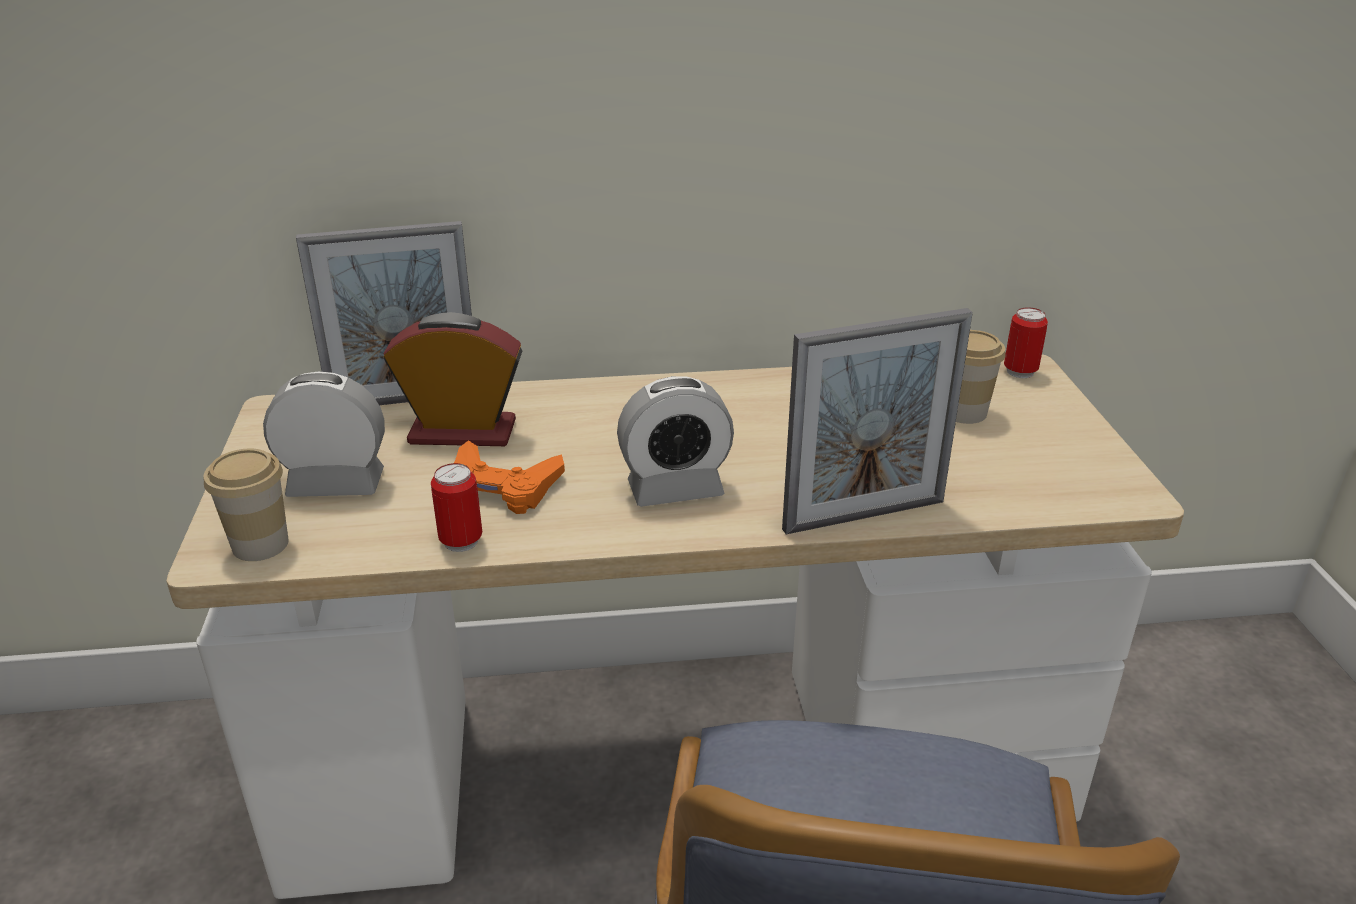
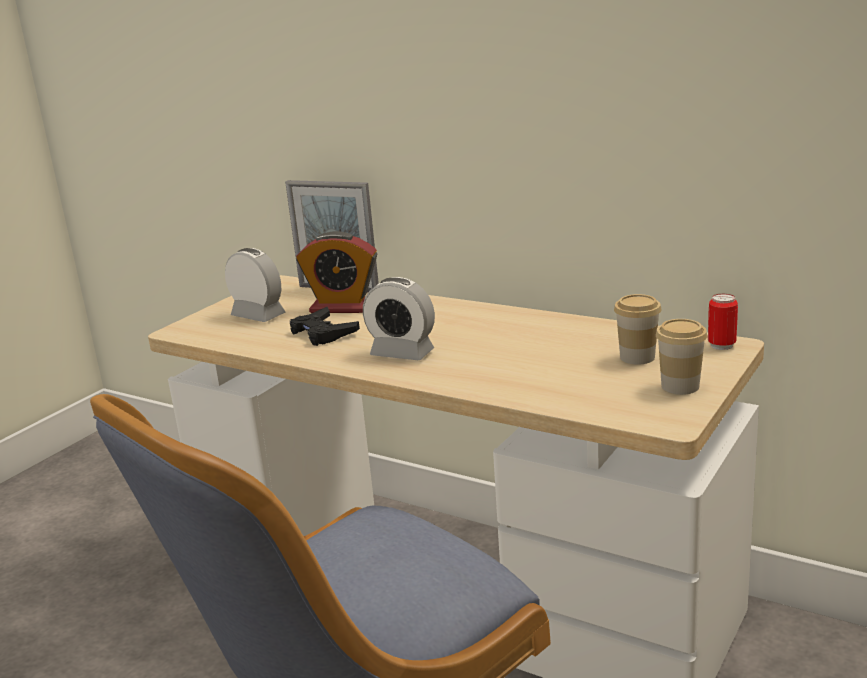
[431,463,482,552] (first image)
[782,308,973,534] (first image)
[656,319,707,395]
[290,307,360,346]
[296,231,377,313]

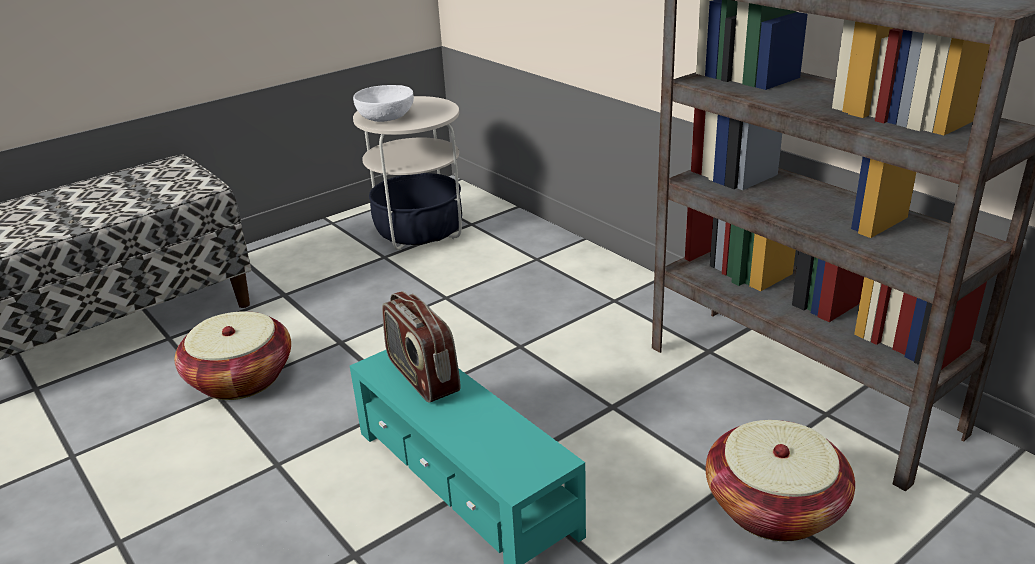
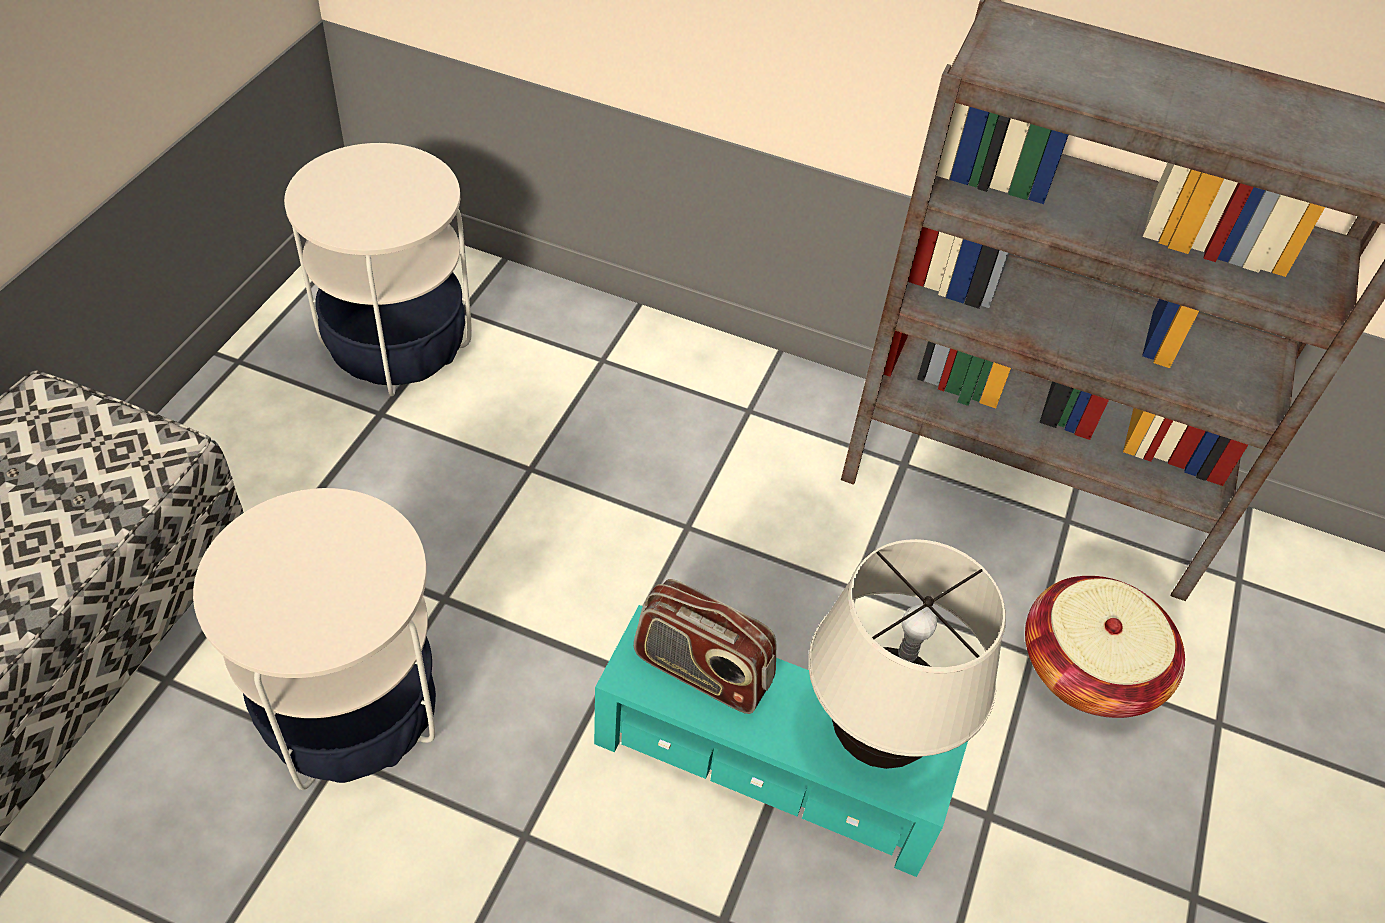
[353,85,414,122] (first image)
[808,539,1006,769]
[193,488,436,790]

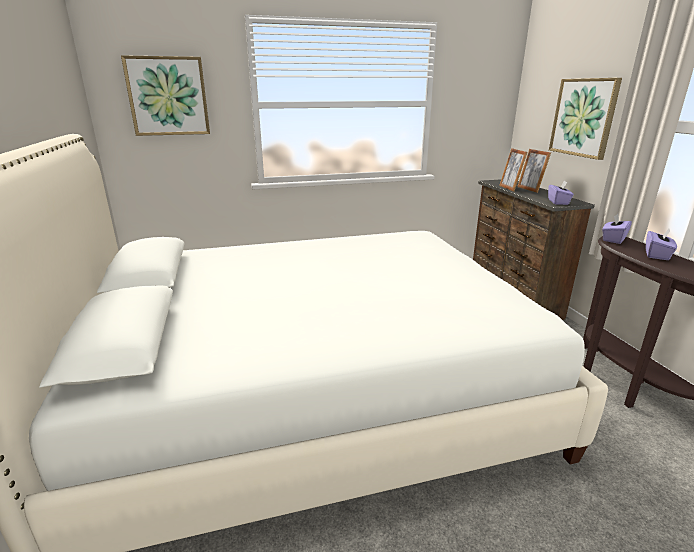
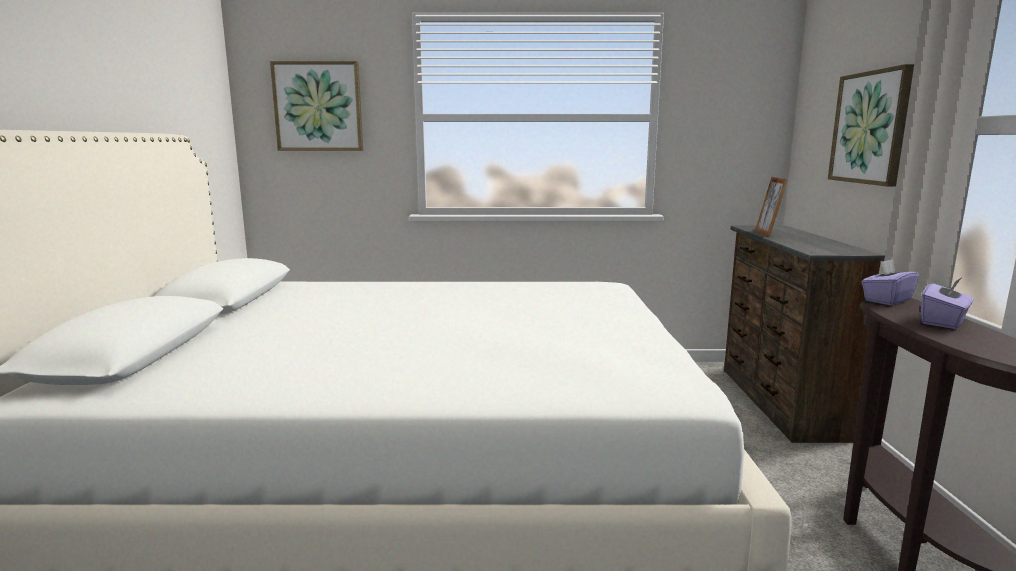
[517,149,551,193] (first image)
[548,180,574,205] (first image)

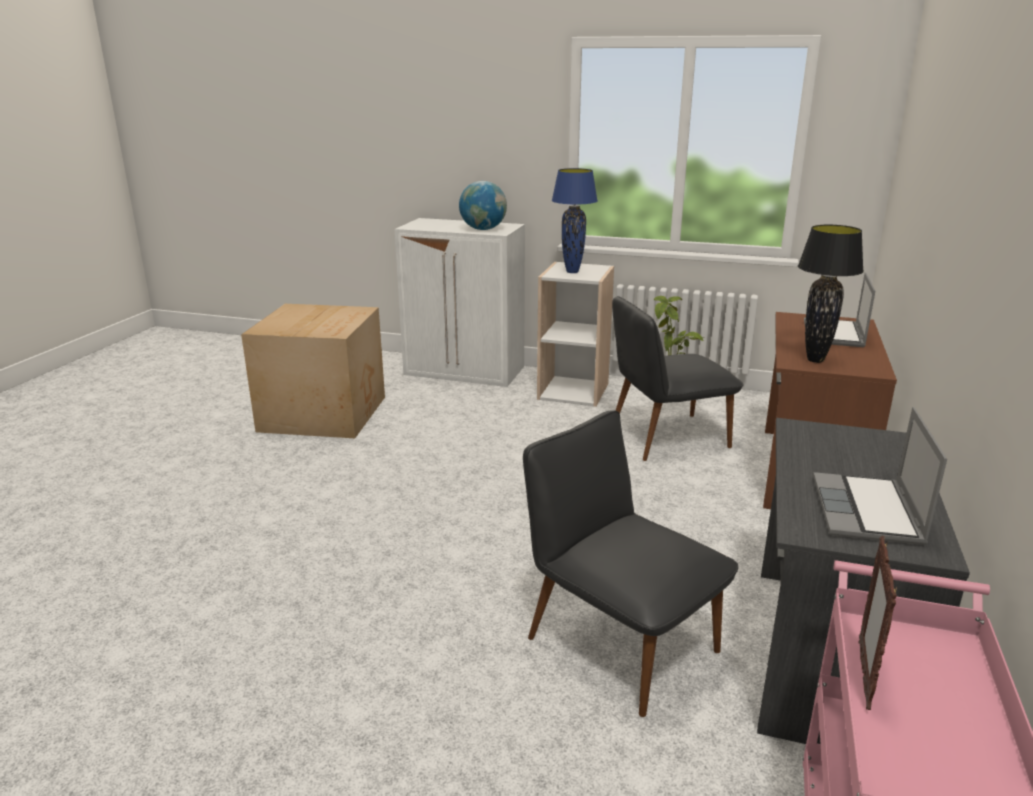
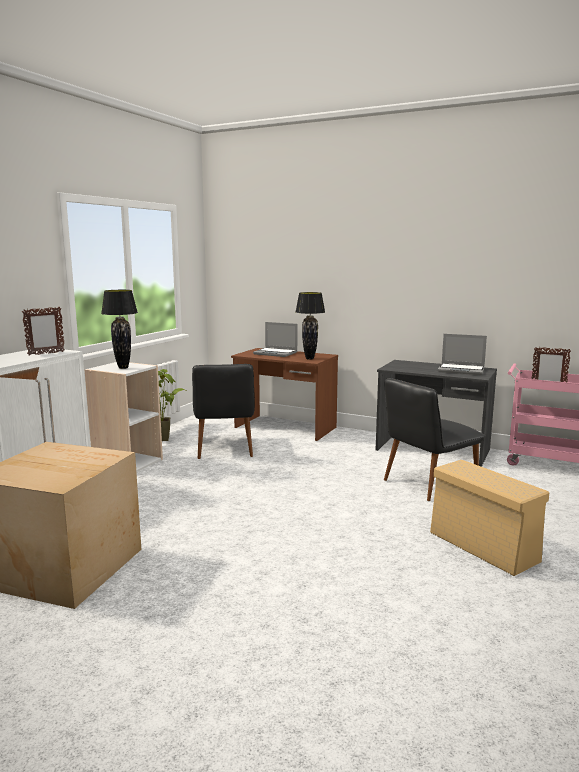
[430,460,549,576]
[22,307,65,356]
[101,290,138,369]

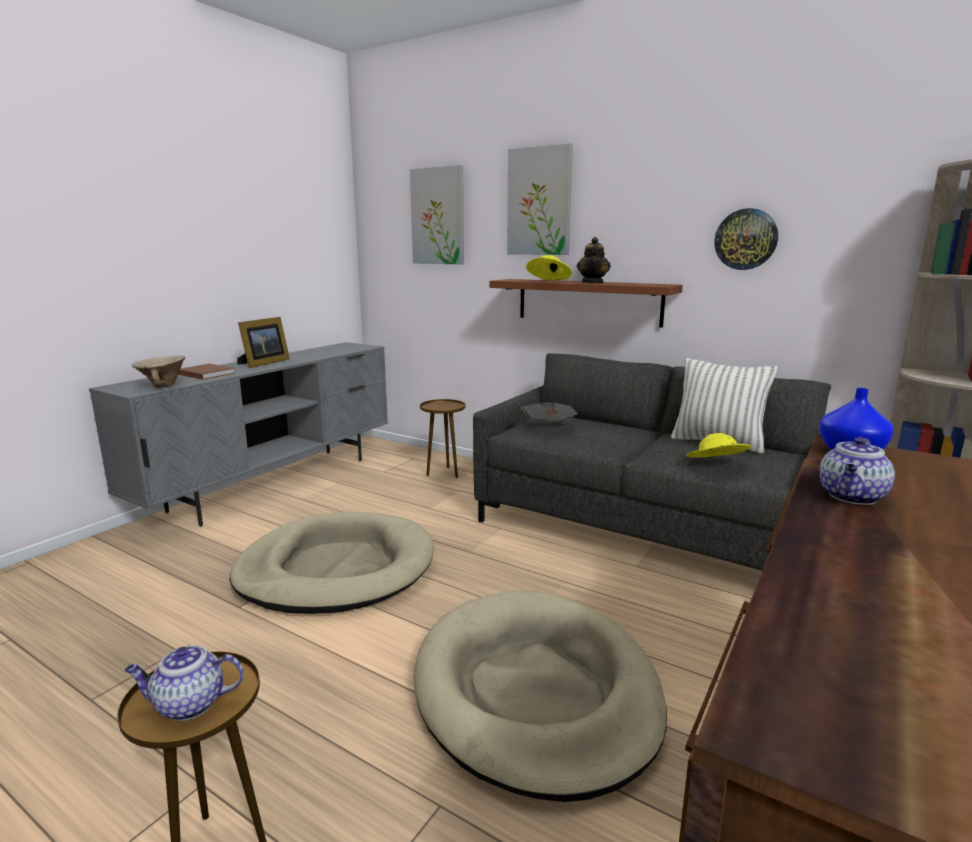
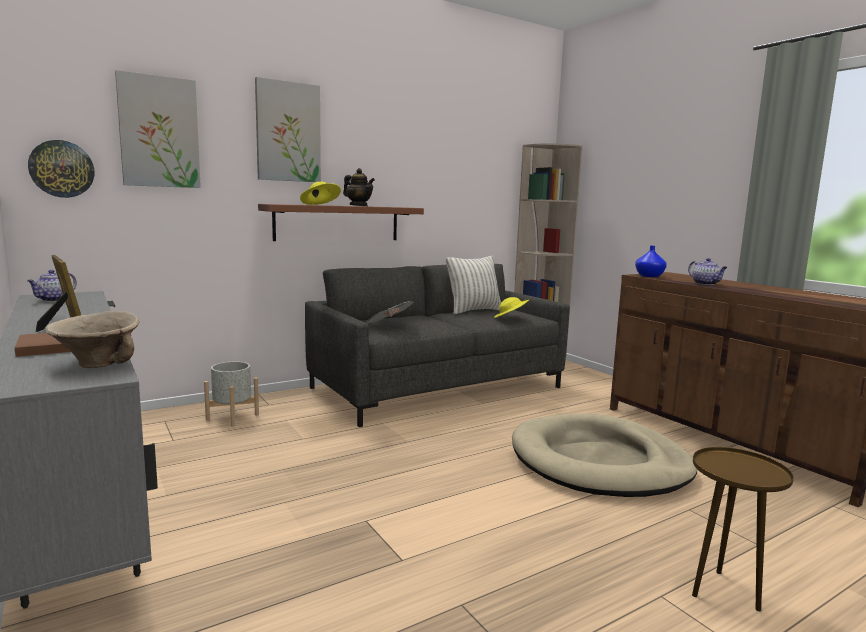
[230,512,434,614] (first image)
[27,270,77,302]
[28,140,95,198]
[204,361,259,427]

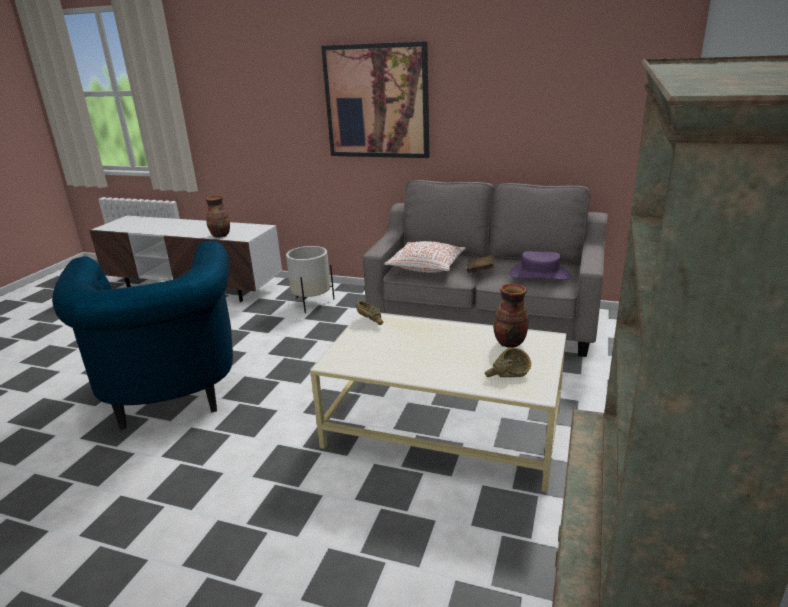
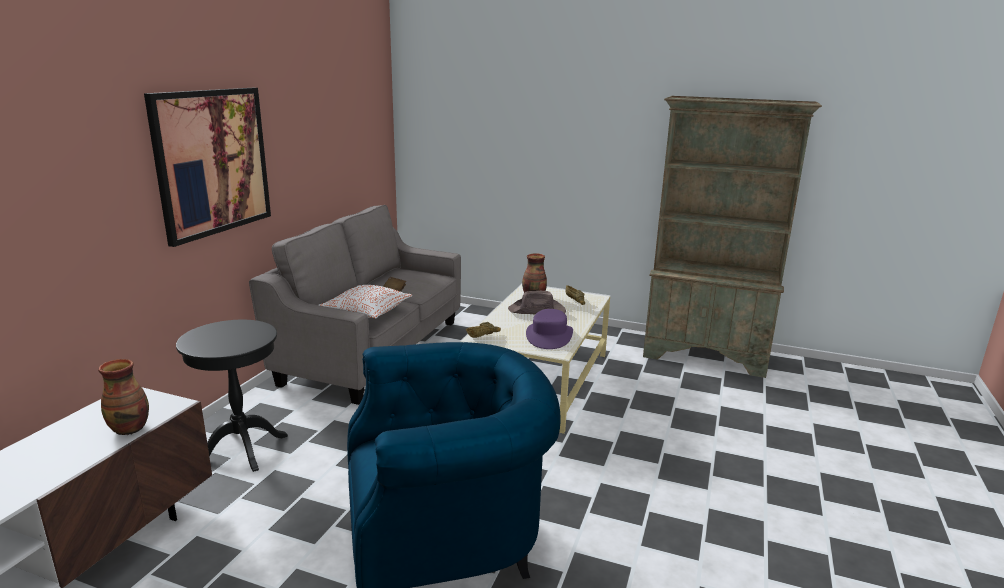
[508,291,566,314]
[526,309,573,349]
[176,320,288,472]

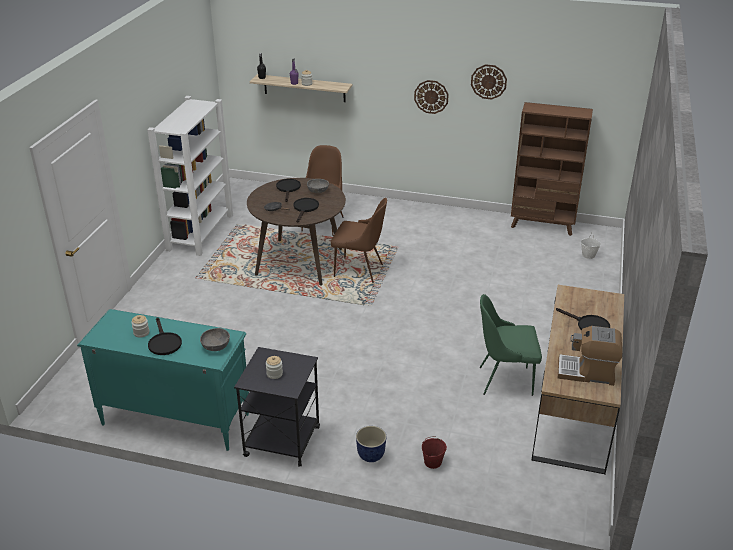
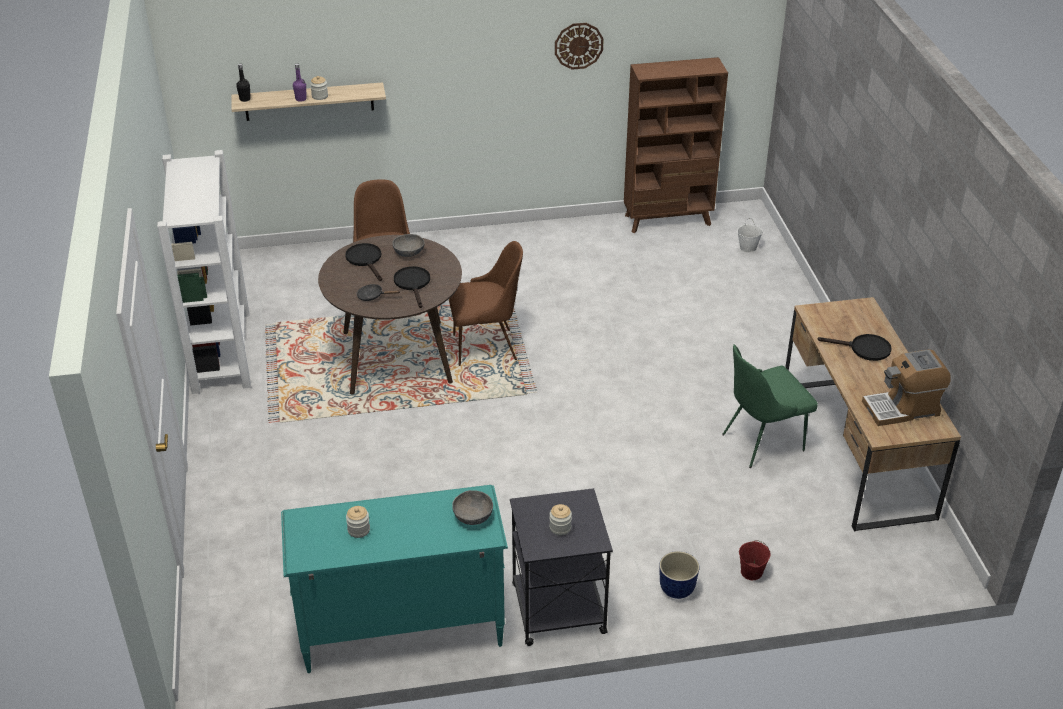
[148,317,182,355] (first image)
[414,80,449,114] (first image)

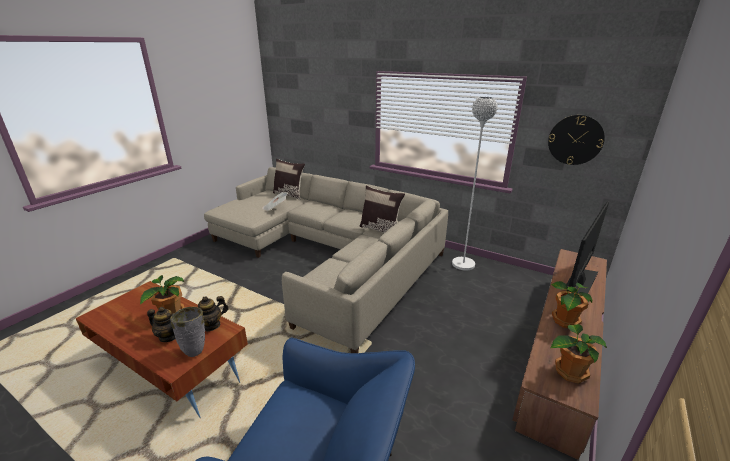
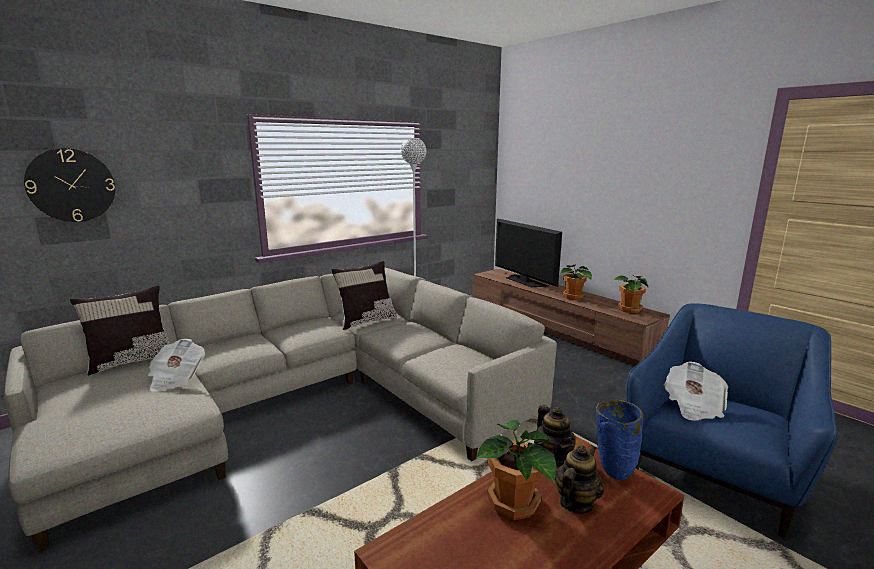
[664,362,728,420]
[24,148,115,222]
[596,400,643,480]

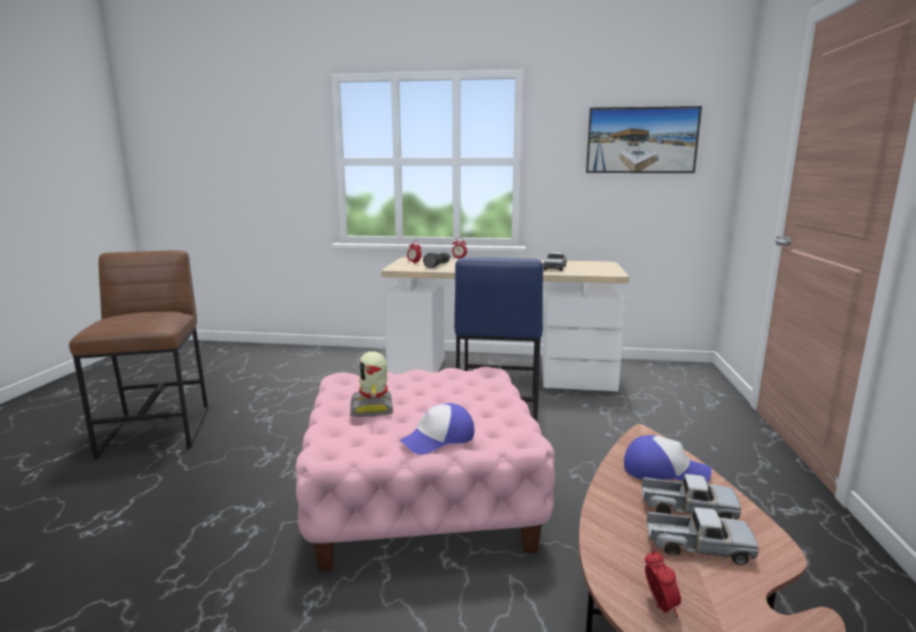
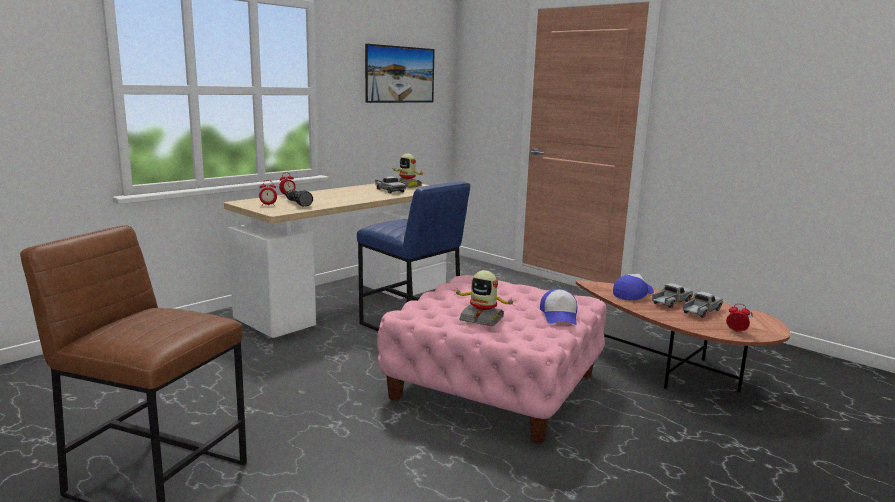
[393,154,424,188]

